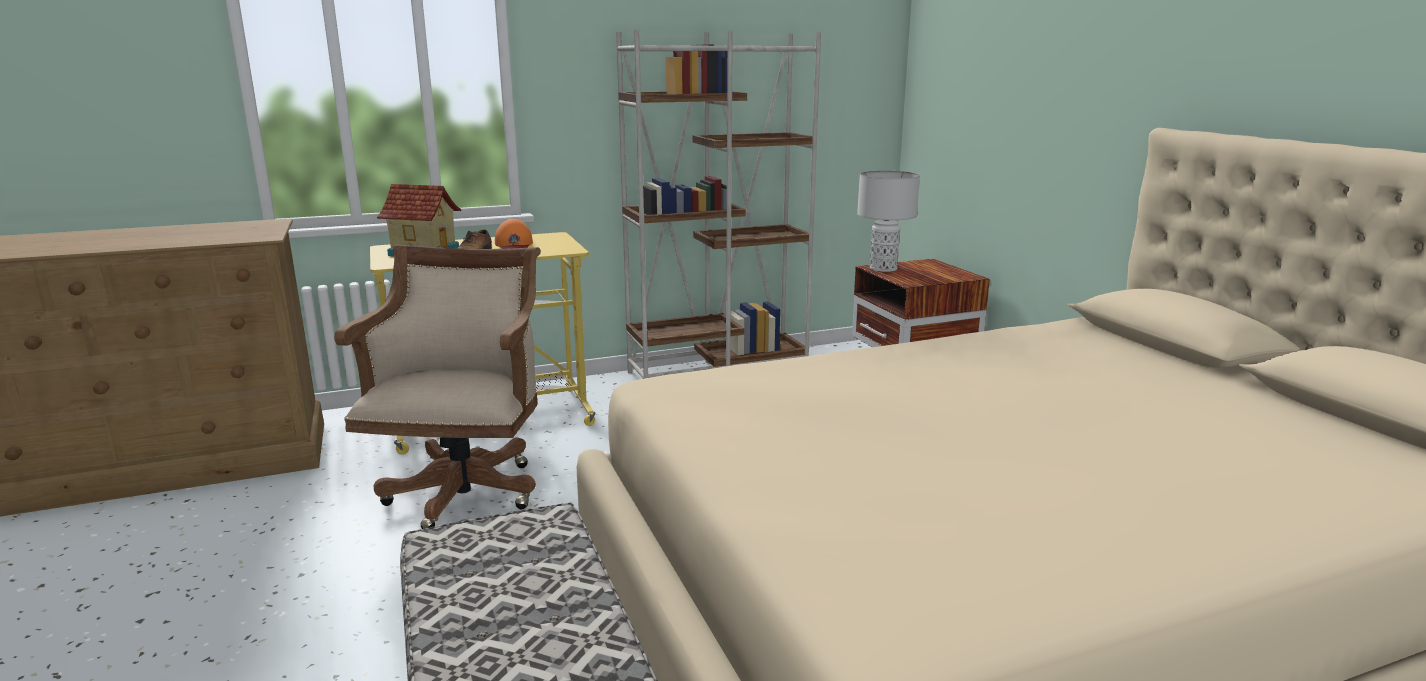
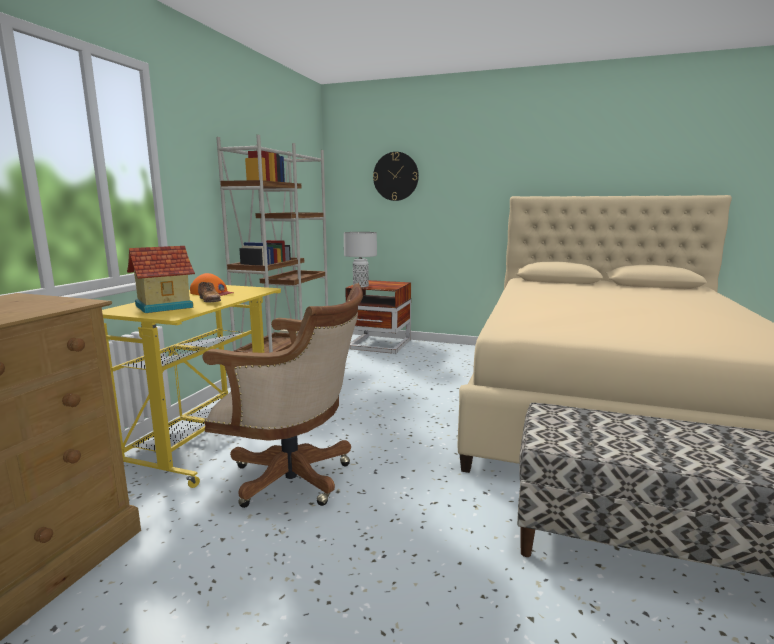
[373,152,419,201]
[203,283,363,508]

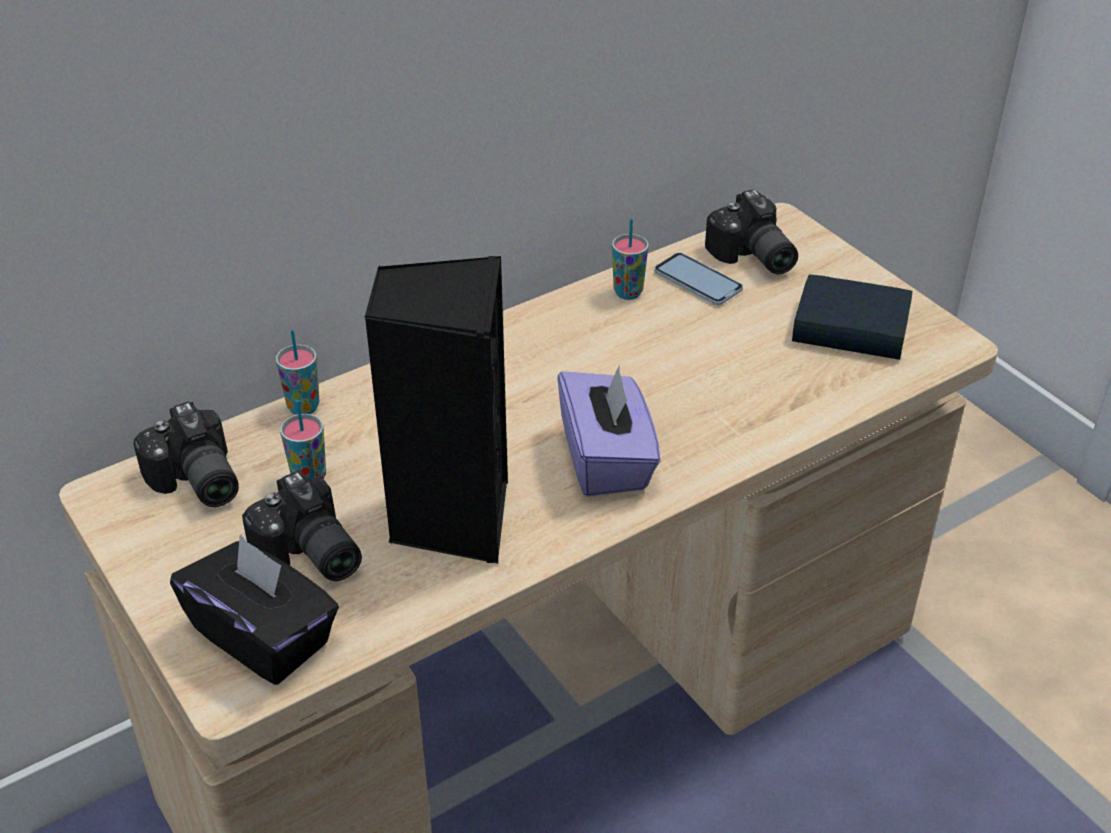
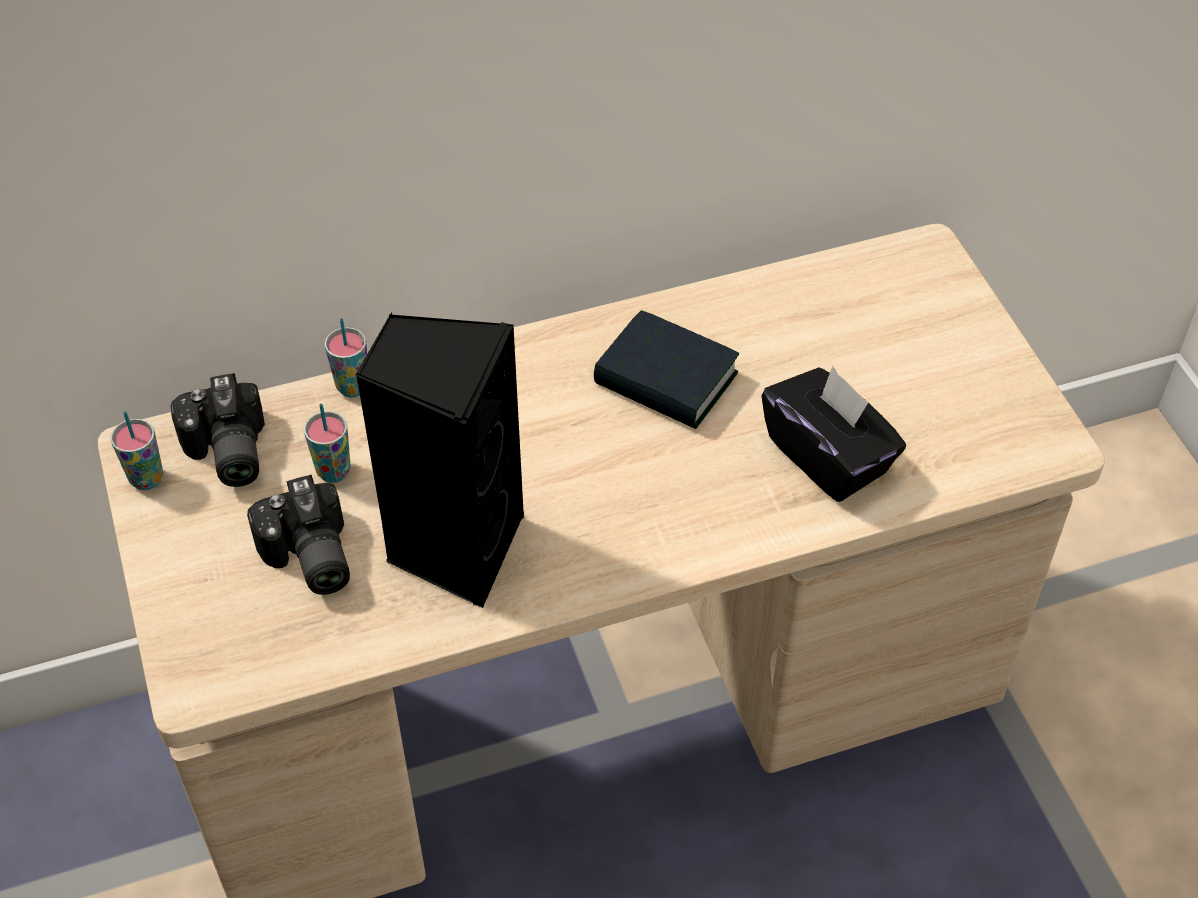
[557,364,660,497] (first image)
[654,253,743,305] (first image)
[705,189,798,274] (first image)
[761,366,906,502]
[111,411,163,490]
[594,310,739,429]

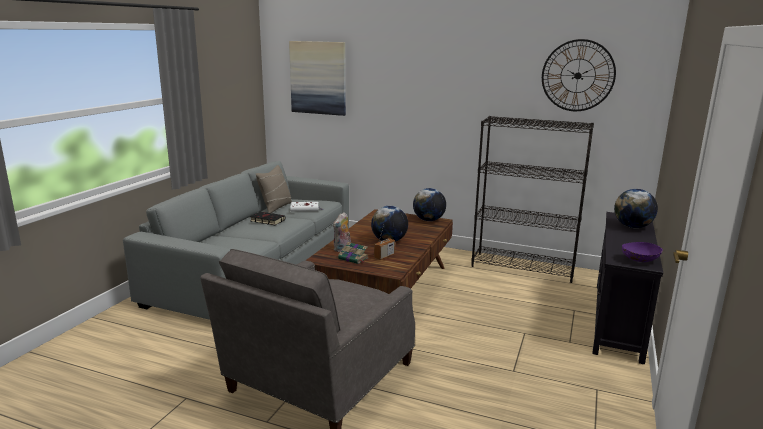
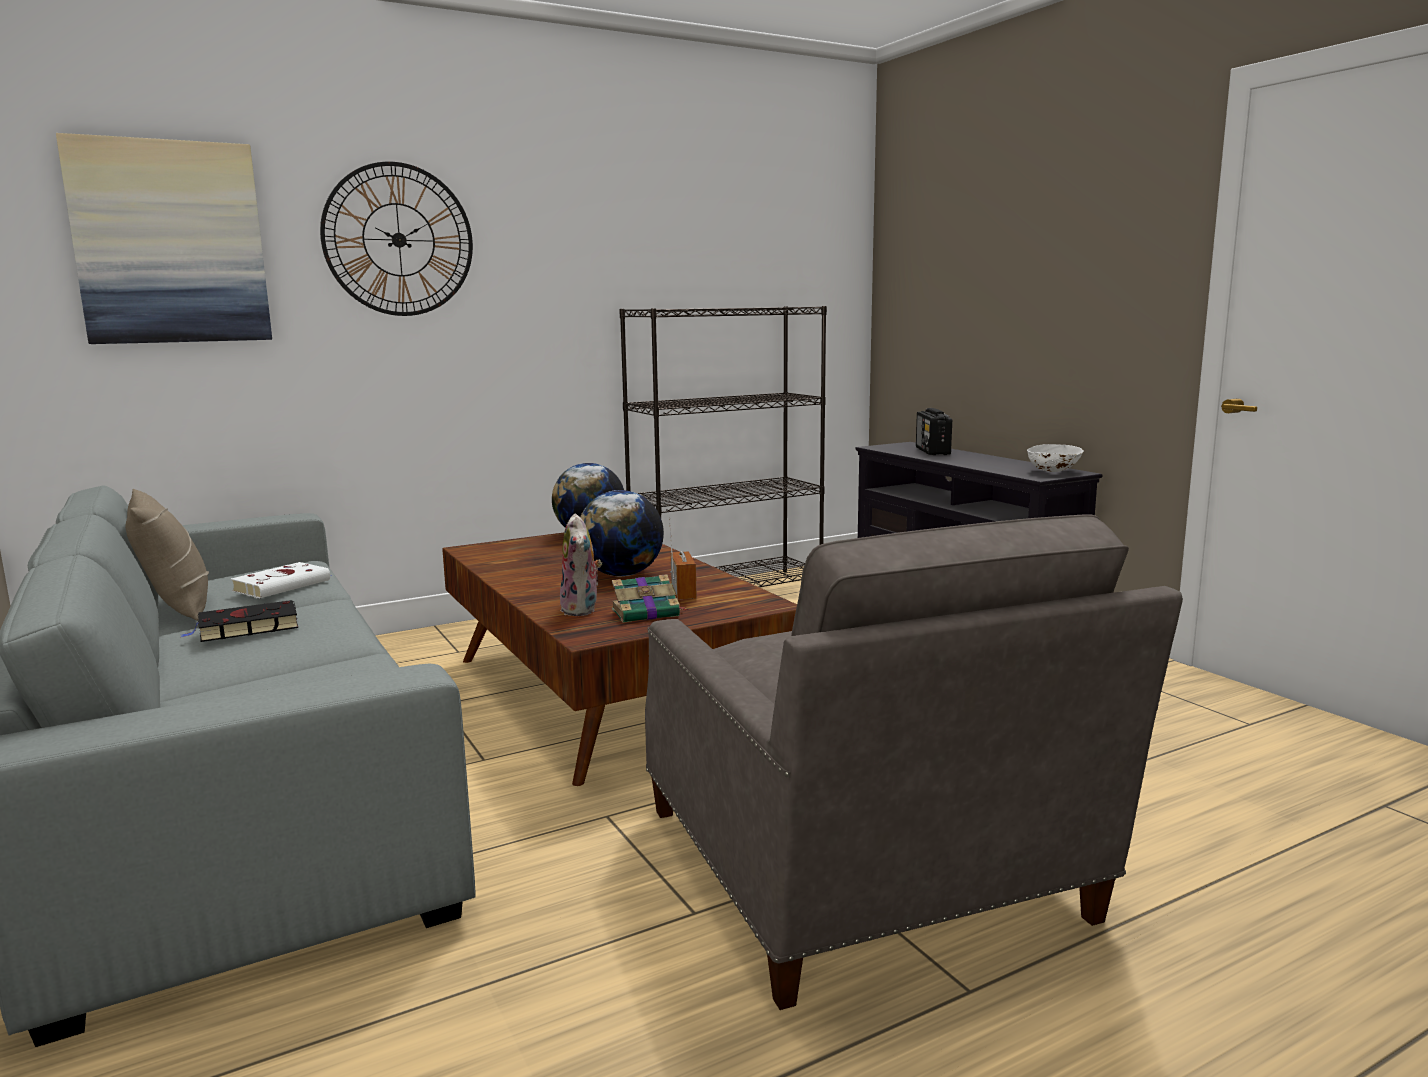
[320,162,473,316]
[916,408,952,455]
[1027,444,1084,472]

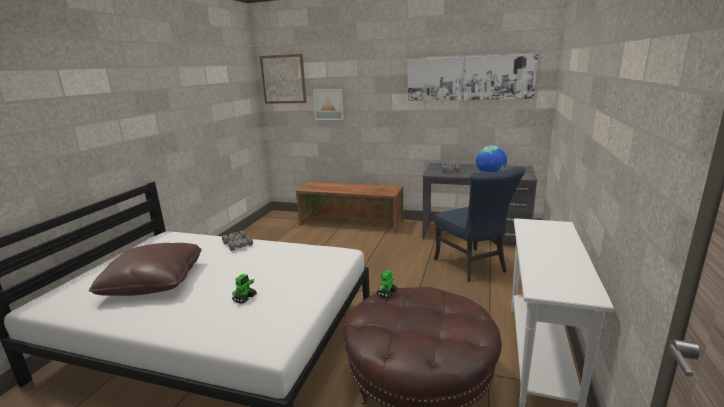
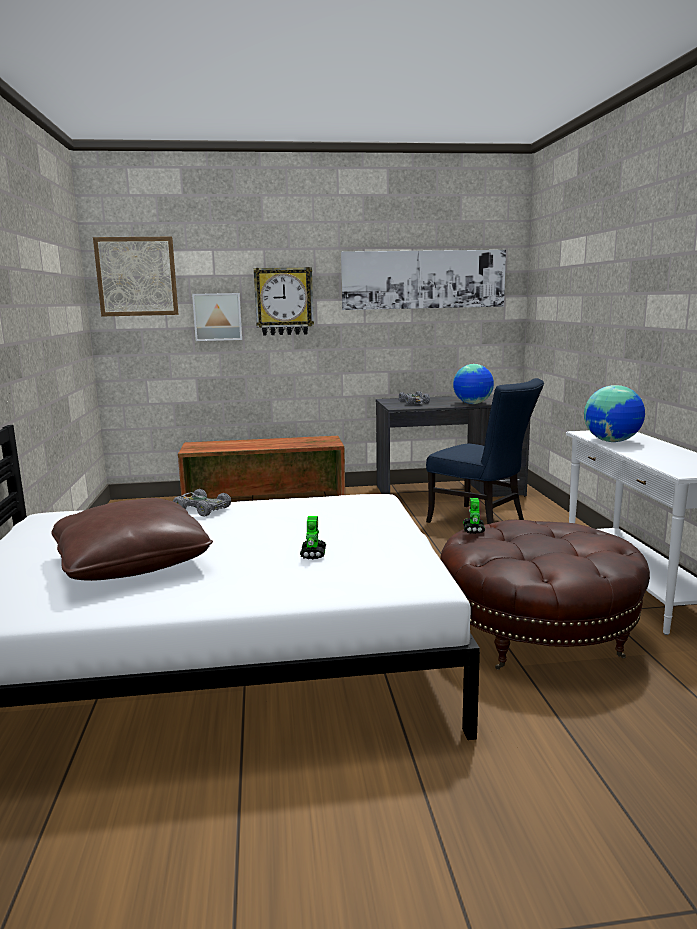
[254,267,314,336]
[584,385,645,442]

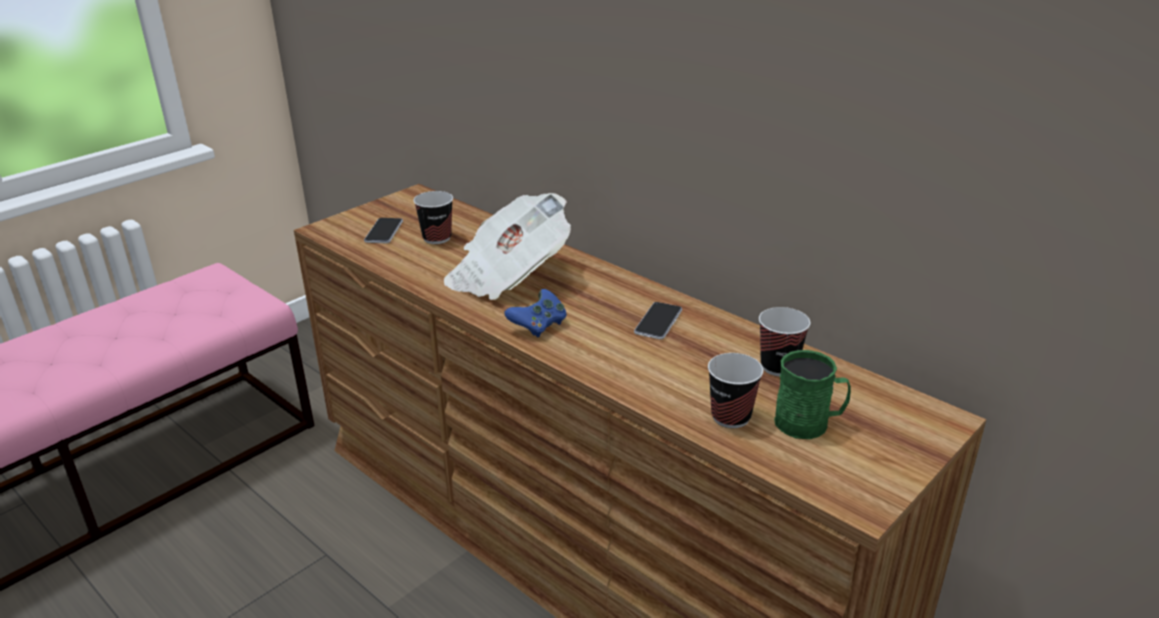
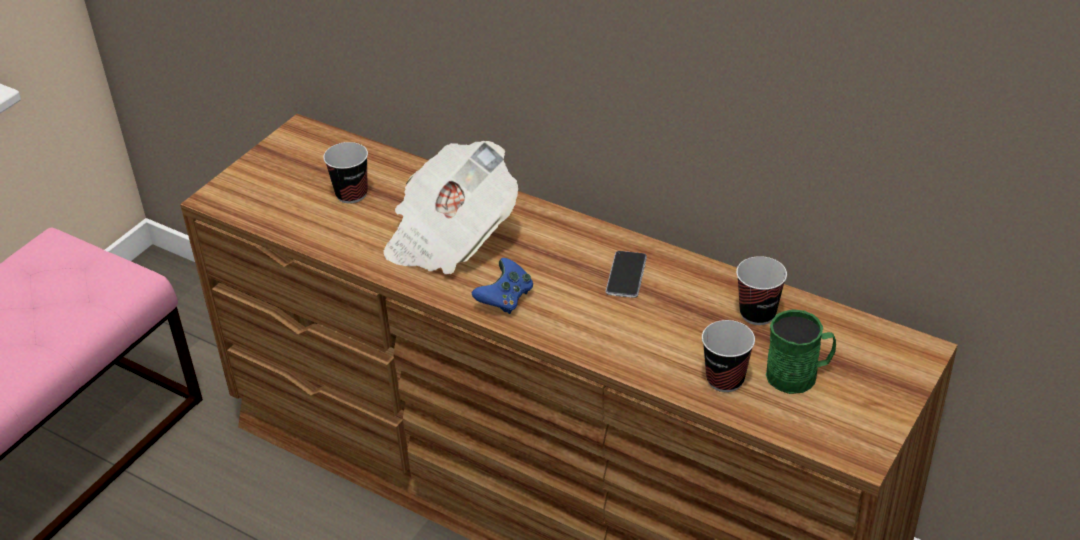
[364,218,403,243] (first image)

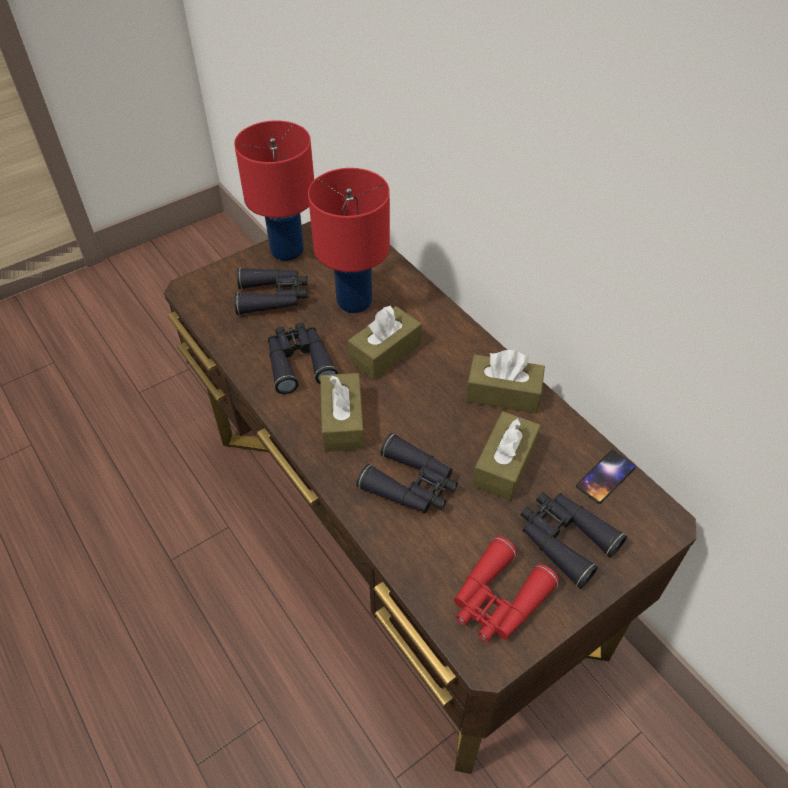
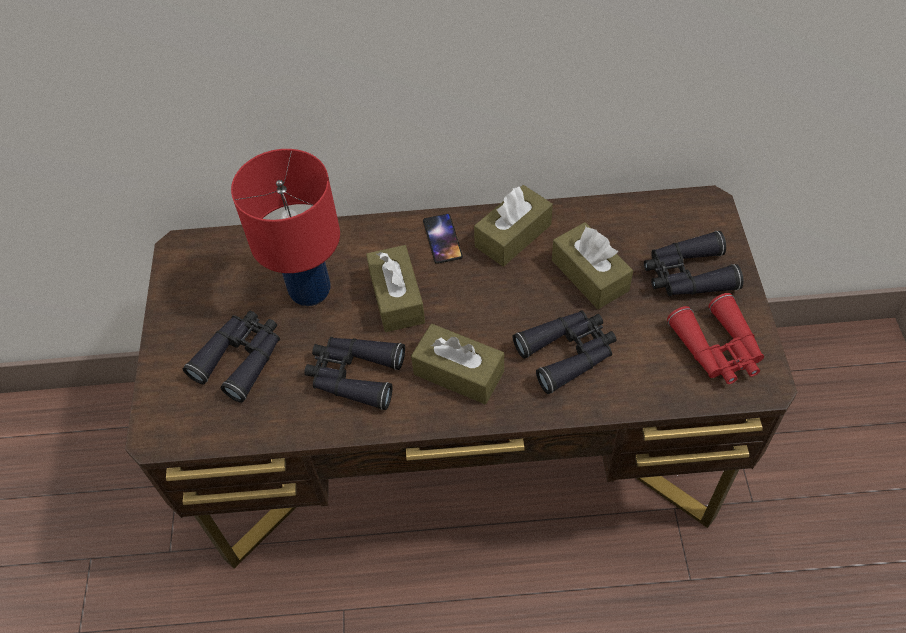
[234,120,314,261] (first image)
[423,214,463,264]

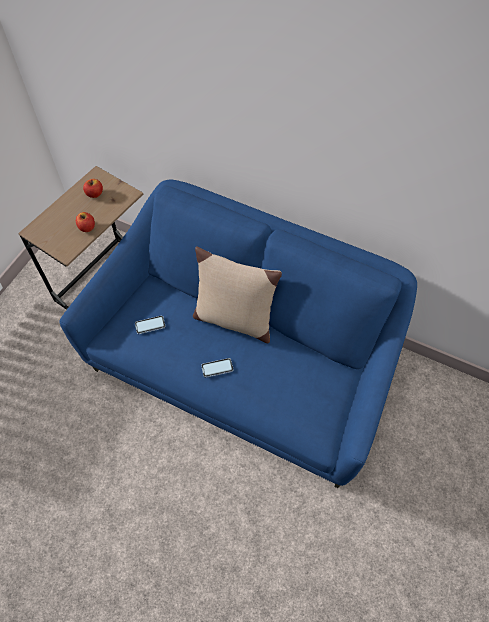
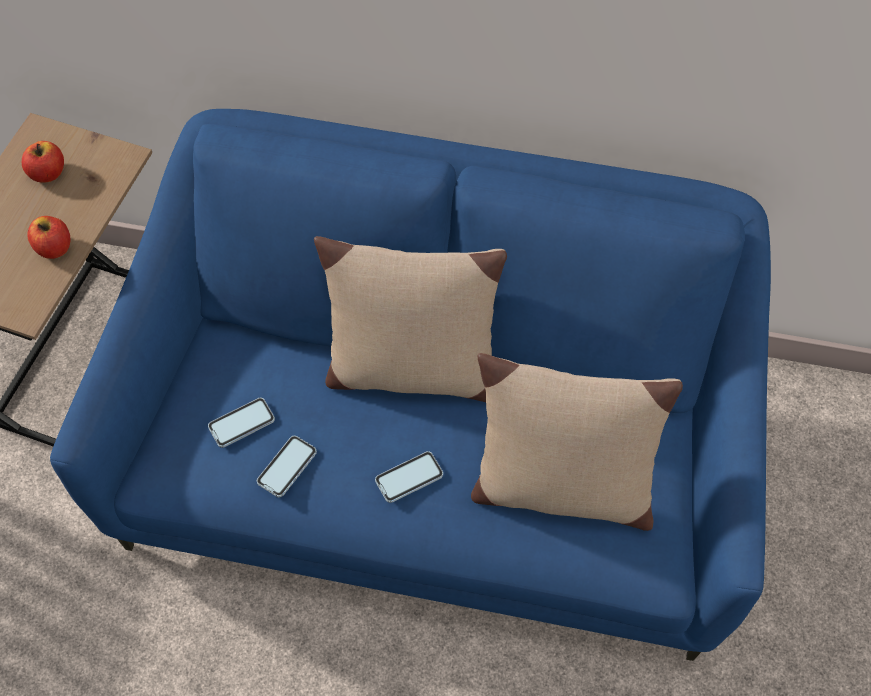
[257,436,317,497]
[471,353,683,531]

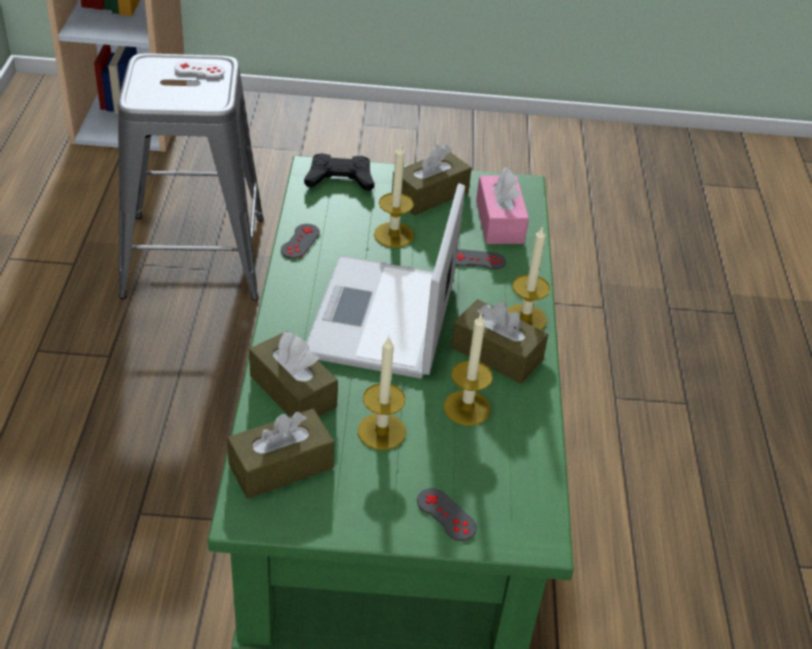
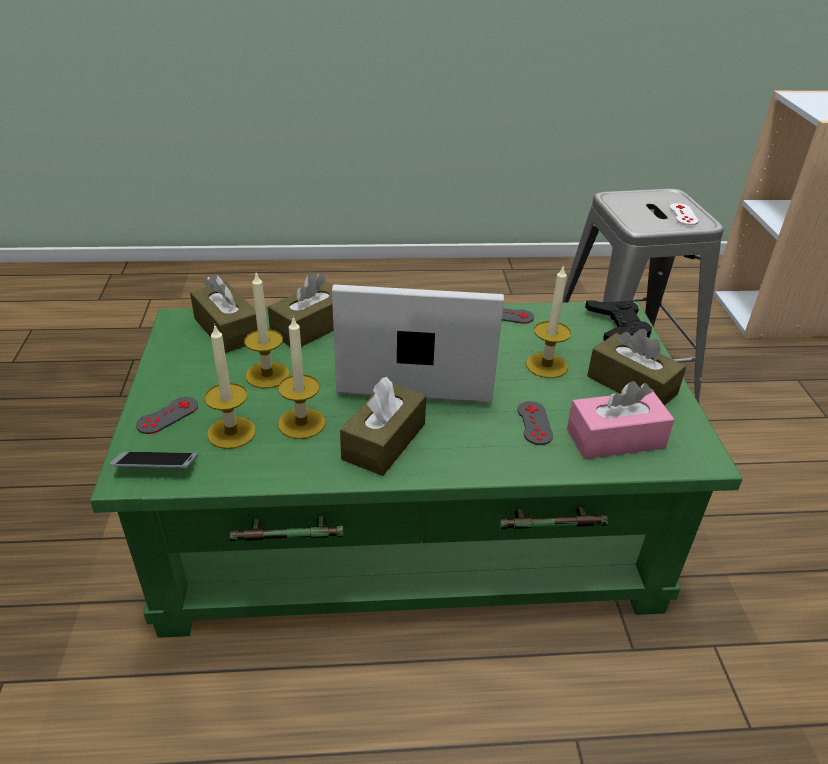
[109,452,198,468]
[204,324,256,449]

